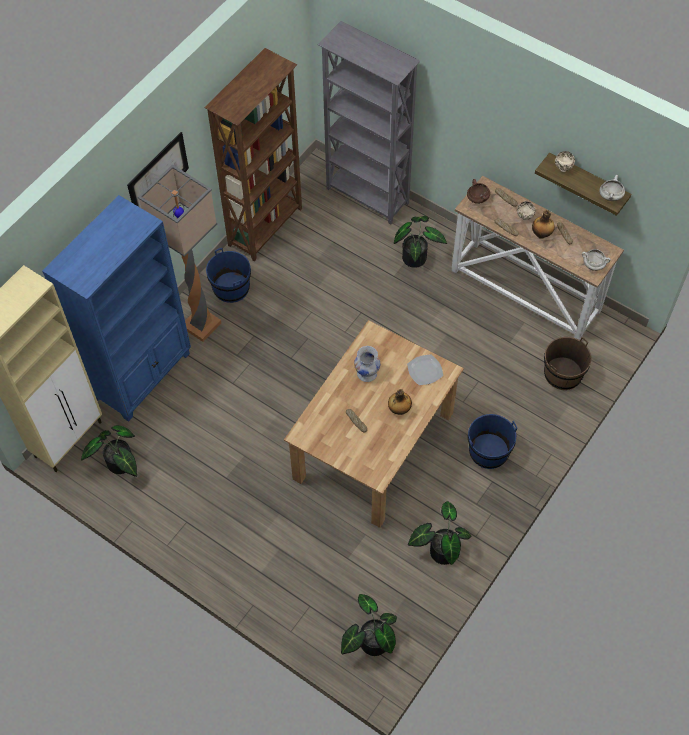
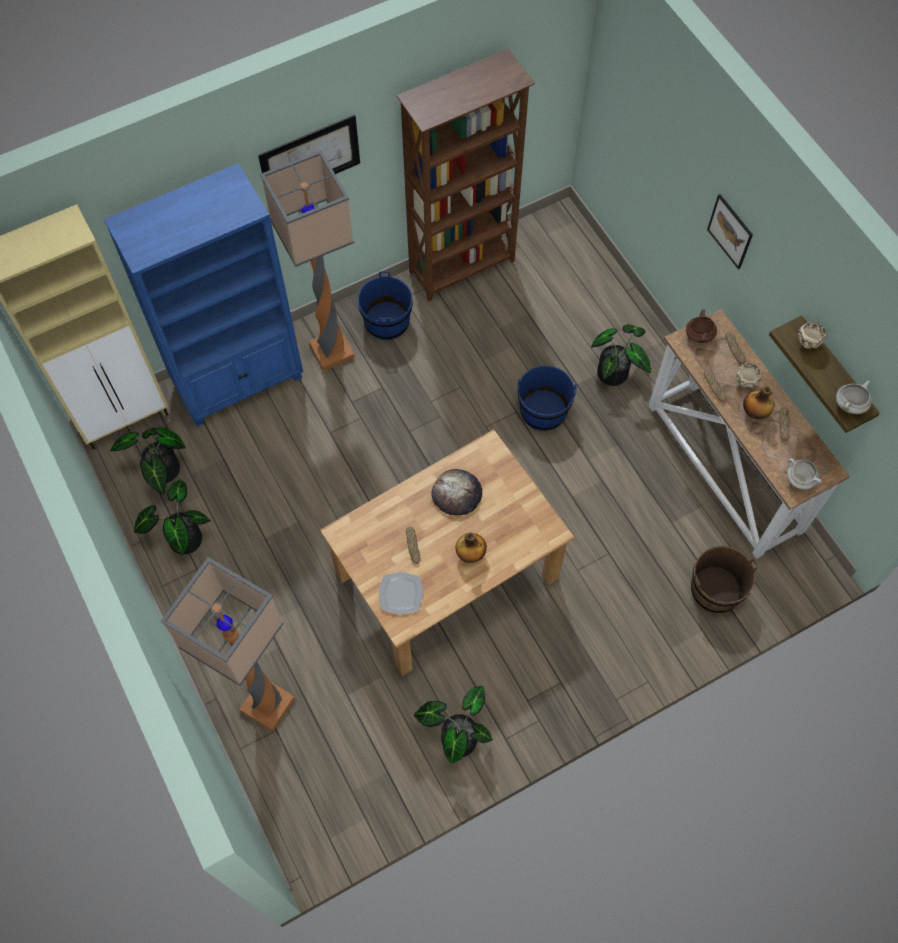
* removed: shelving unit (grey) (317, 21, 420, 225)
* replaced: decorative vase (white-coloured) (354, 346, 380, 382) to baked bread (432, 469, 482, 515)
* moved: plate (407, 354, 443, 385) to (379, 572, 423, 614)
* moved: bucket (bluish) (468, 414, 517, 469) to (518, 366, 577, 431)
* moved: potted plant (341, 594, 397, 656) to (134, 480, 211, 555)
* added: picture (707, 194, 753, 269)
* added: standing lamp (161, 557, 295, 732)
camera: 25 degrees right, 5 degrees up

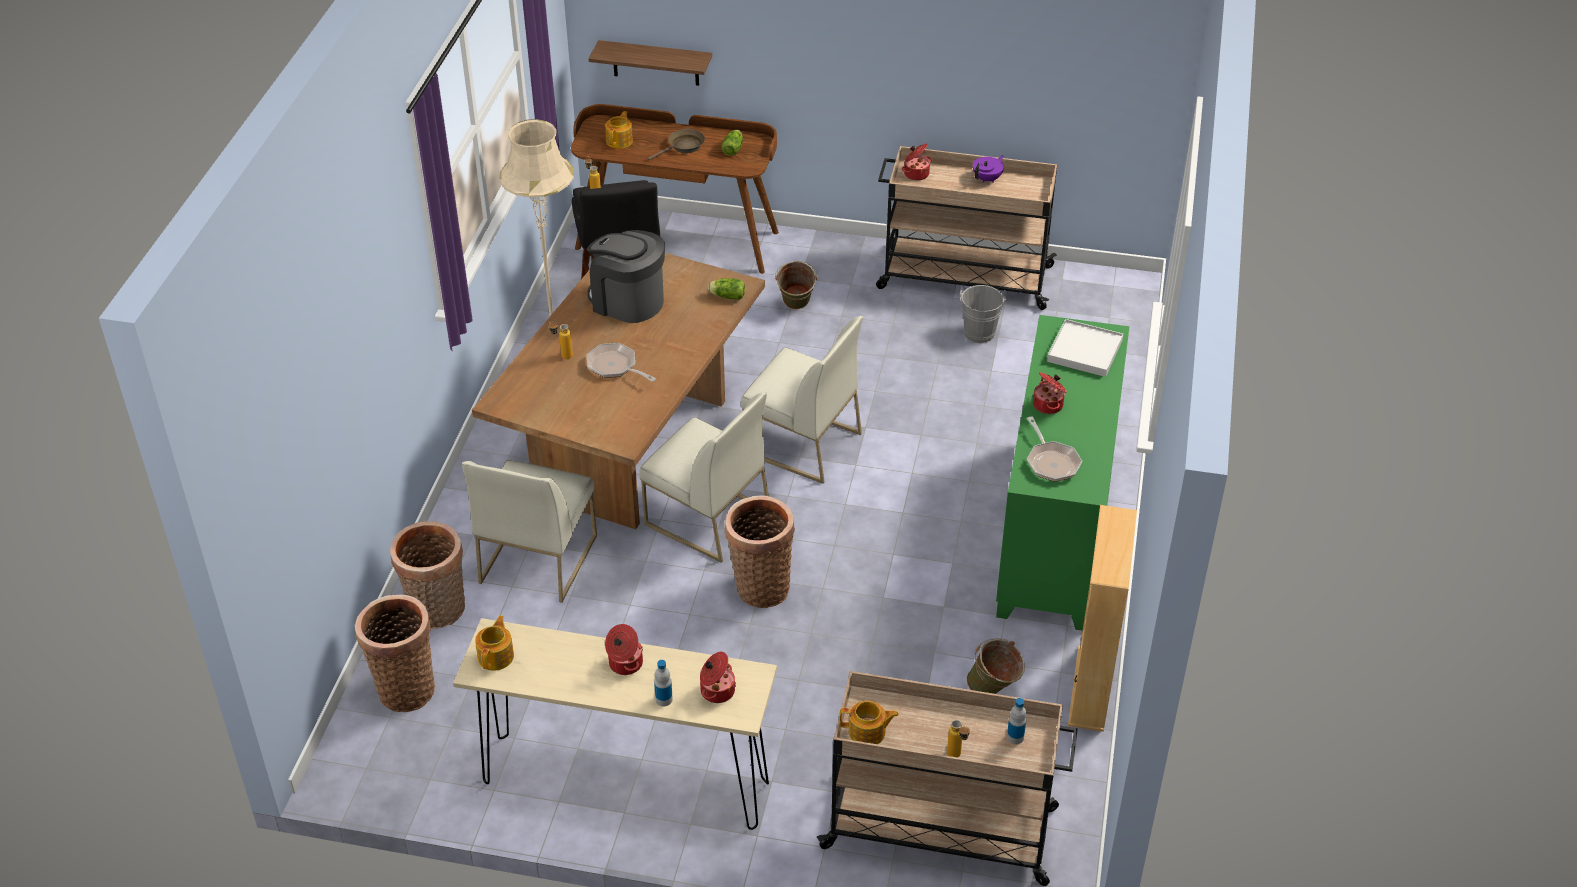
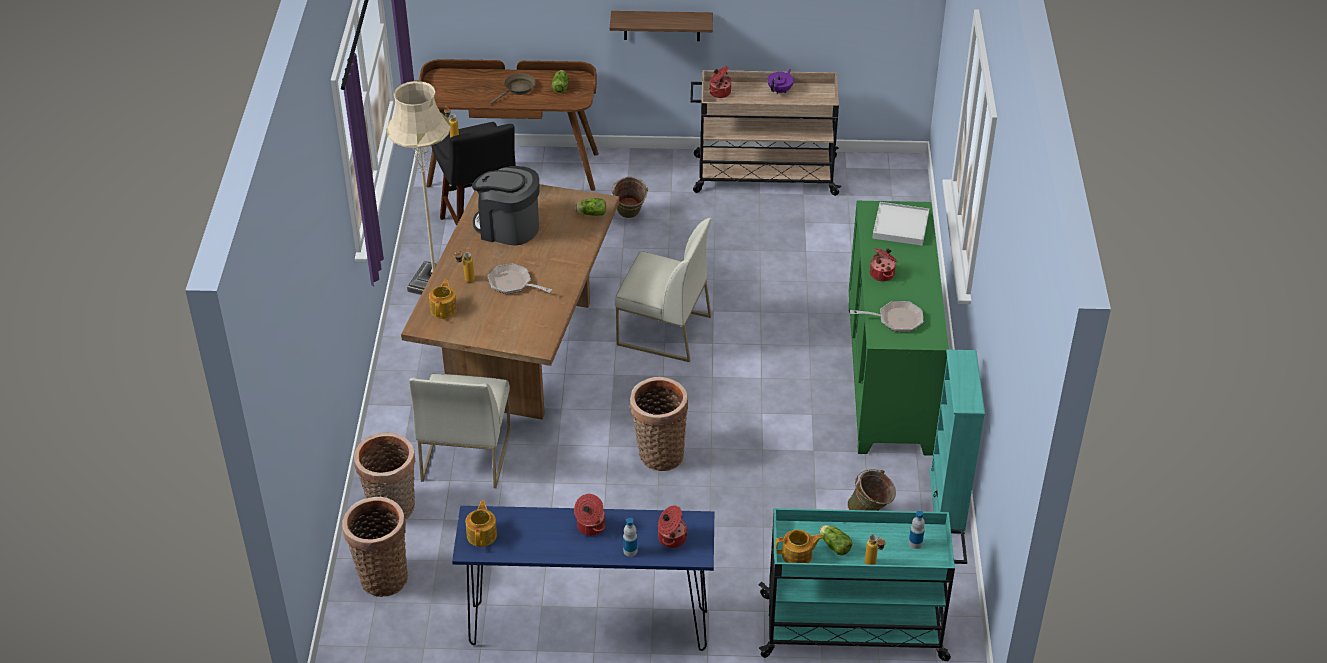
* moved: wall shelf (589, 40, 712, 86) to (610, 11, 713, 41)
* moved: tea pot (605, 111, 633, 149) to (429, 279, 457, 319)
* removed: bucket (grey) (960, 285, 1006, 343)
* removed: plain chair (white-coloured) (639, 392, 769, 562)
* turned: frying pan (1027, 416, 1082, 482) = (850, 301, 923, 332) 60 degrees counterclockwise
* recoloured: shelving unit (beige-coloured) (1068, 505, 1137, 732) to shelving unit (blue-green) (929, 350, 985, 534)
* recoloured: console table (beige-coloured) (453, 618, 777, 830) to console table (bluish) (452, 506, 714, 651)
* recoloured: cart (beige-coloured) (817, 671, 1078, 886) to cart (blue-green) (758, 508, 967, 661)
* added: lettuce (820, 525, 852, 556)
camera: 10 degrees left, 0 degrees up

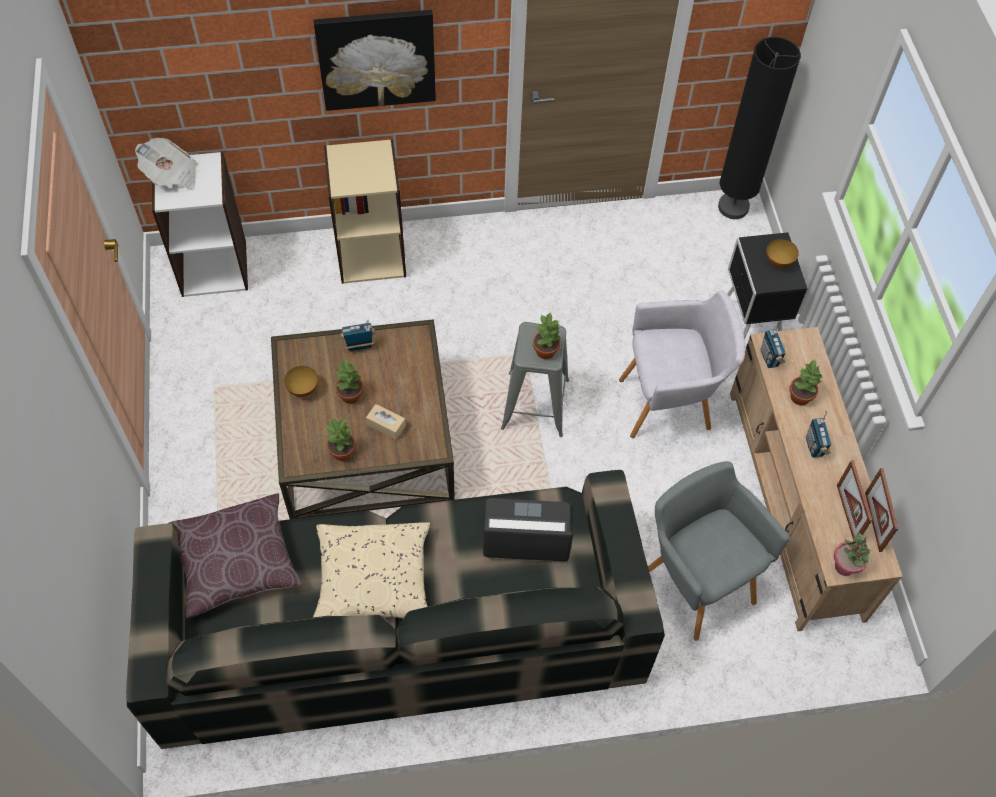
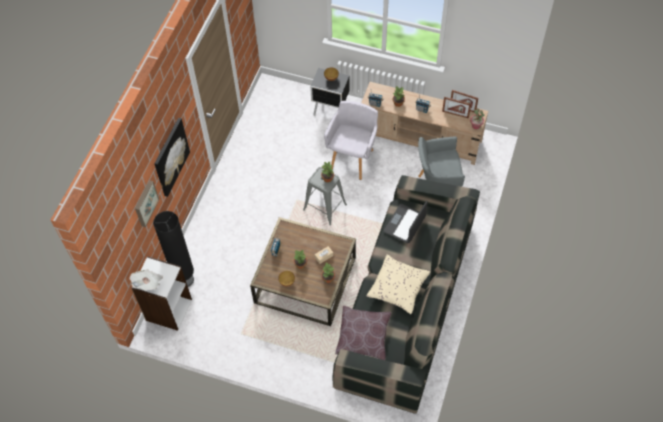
* moved: standing lamp (black) (718, 37, 801, 219) to (153, 211, 194, 287)
* removed: shelving unit (beige-coloured) (324, 139, 406, 284)
* added: picture (135, 180, 159, 227)
camera: 60 degrees left, 0 degrees up

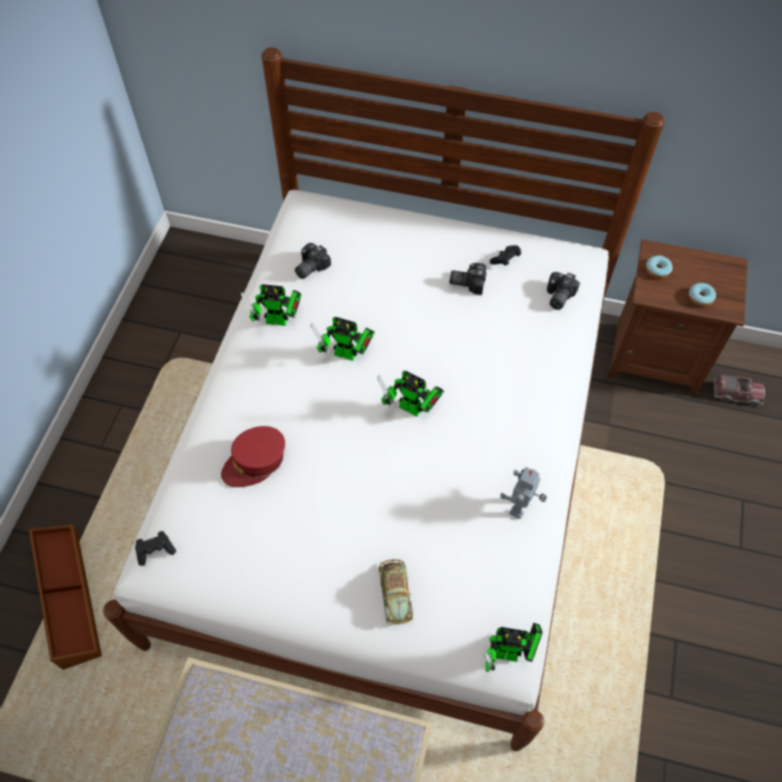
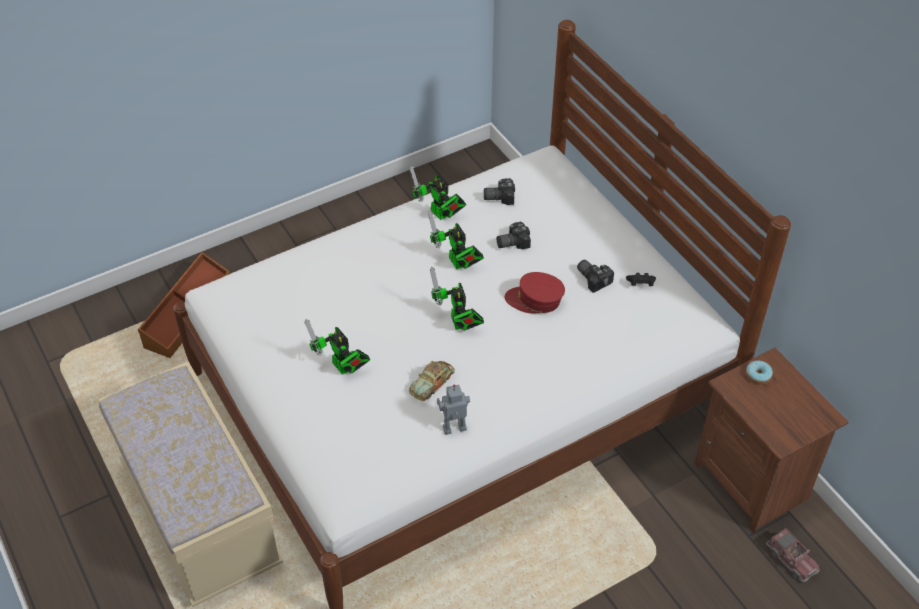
* moved: photo camera (547, 272, 580, 310) to (496, 222, 531, 249)
* removed: donut (688, 283, 716, 306)
* moved: peaked cap (red-coloured) (221, 426, 285, 487) to (505, 272, 565, 313)
* removed: gamepad (black) (135, 531, 176, 566)
* moved: miniature car (379, 559, 413, 625) to (409, 361, 455, 401)
* moved: model robot (484, 623, 543, 672) to (305, 319, 370, 375)
camera: 45 degrees right, 10 degrees down

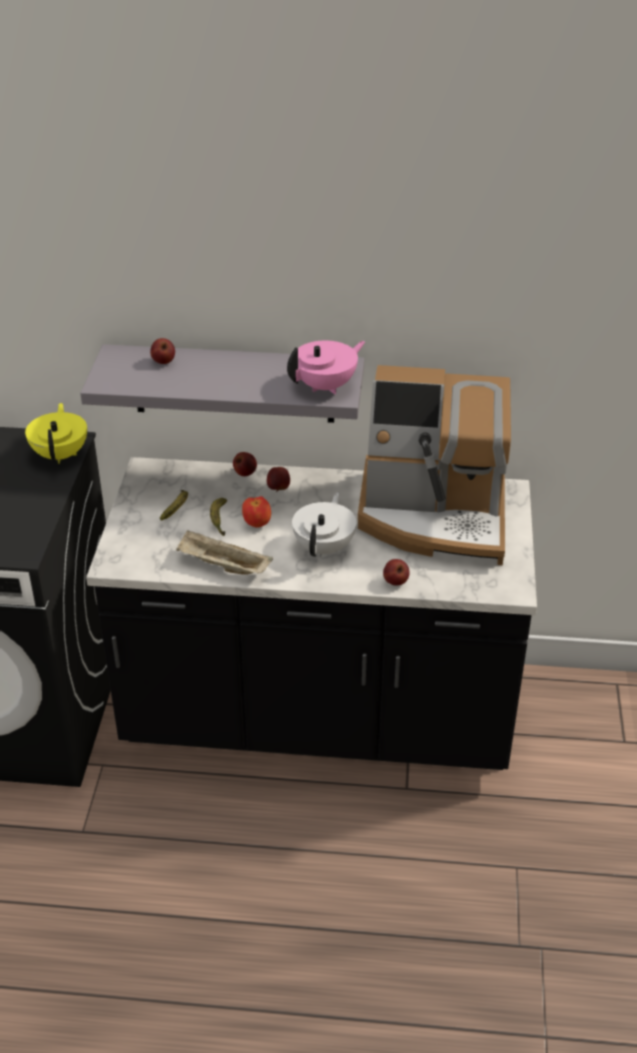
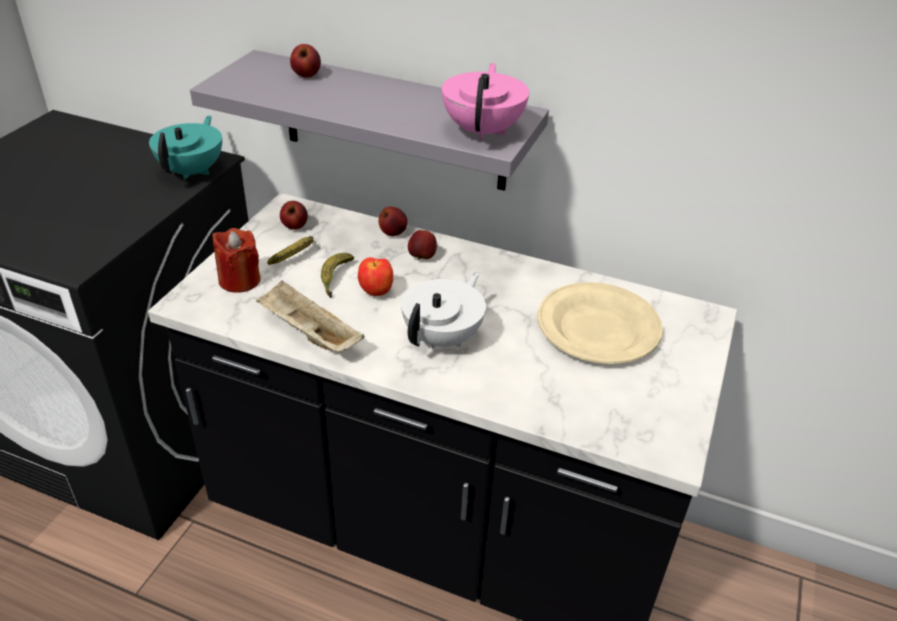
* turned: tea pot (pinkish) (287, 341, 365, 394) = (442, 63, 529, 141) 60 degrees counterclockwise
* replaced: coffee maker (358, 365, 511, 565) to plate (beige-coloured) (537, 282, 663, 364)
* recoloured: tea pot (yellow-coloured) (25, 403, 87, 464) to tea pot (blue-green) (149, 116, 222, 180)
* moved: whole apple (383, 559, 410, 586) to (280, 201, 308, 230)
* added: wax light (red-coloured) (212, 228, 260, 293)
camera: 15 degrees right, 0 degrees up

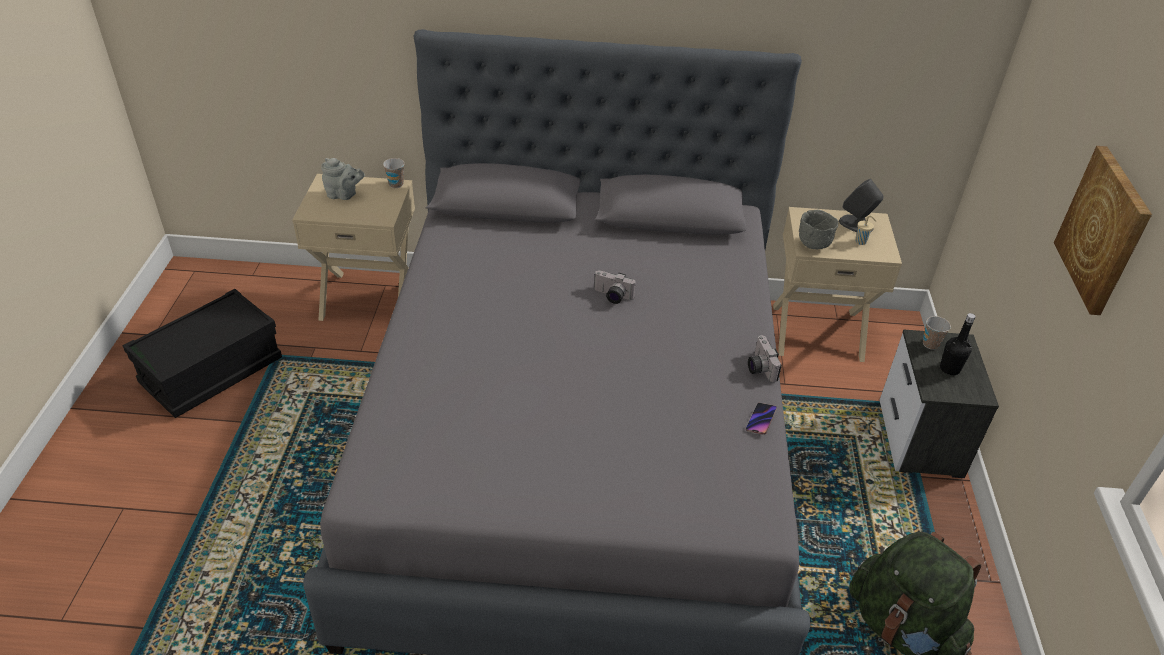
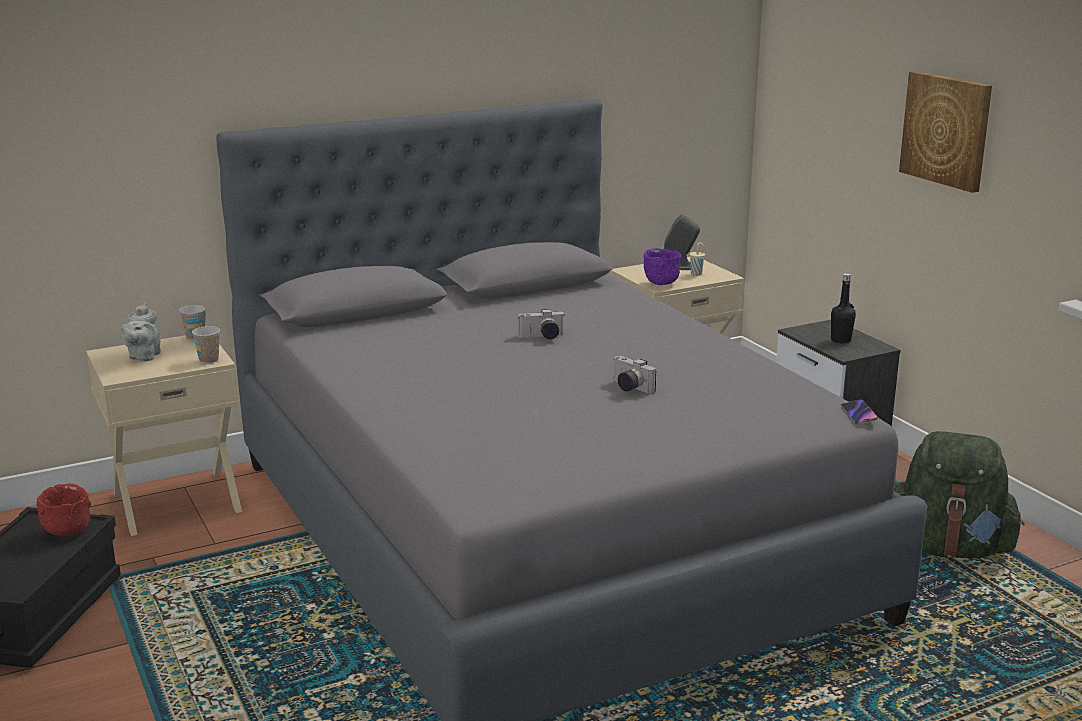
* turned: tea pot (grey) (321, 158, 365, 200) = (120, 303, 161, 362) 120 degrees clockwise
* recoloured: deep dish (grey) (799, 209, 838, 250) to deep dish (purple) (643, 248, 681, 285)
* moved: drinking cup (923, 316, 951, 350) to (192, 326, 220, 364)
* moved: photo camera (748, 335, 782, 382) to (613, 356, 656, 393)
* moved: handset (746, 403, 777, 435) to (841, 399, 878, 424)
* added: deep dish (red-coloured) (37, 483, 91, 536)
camera: 30 degrees left, 20 degrees down

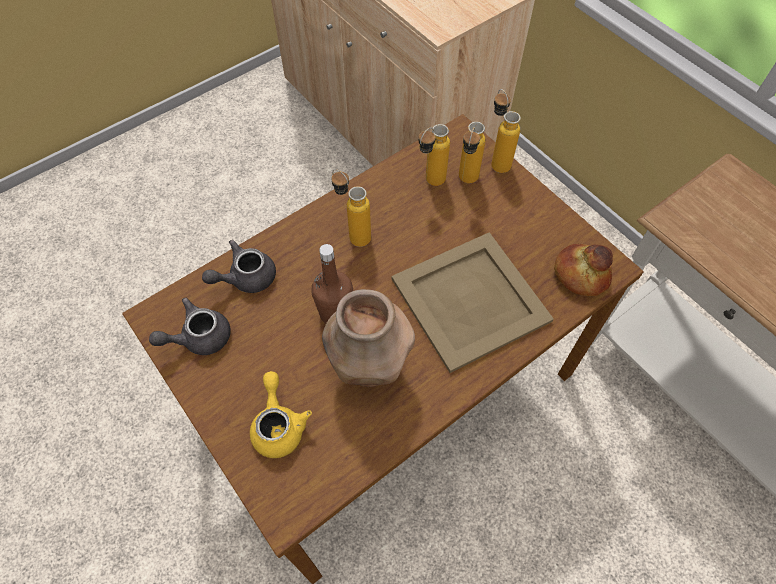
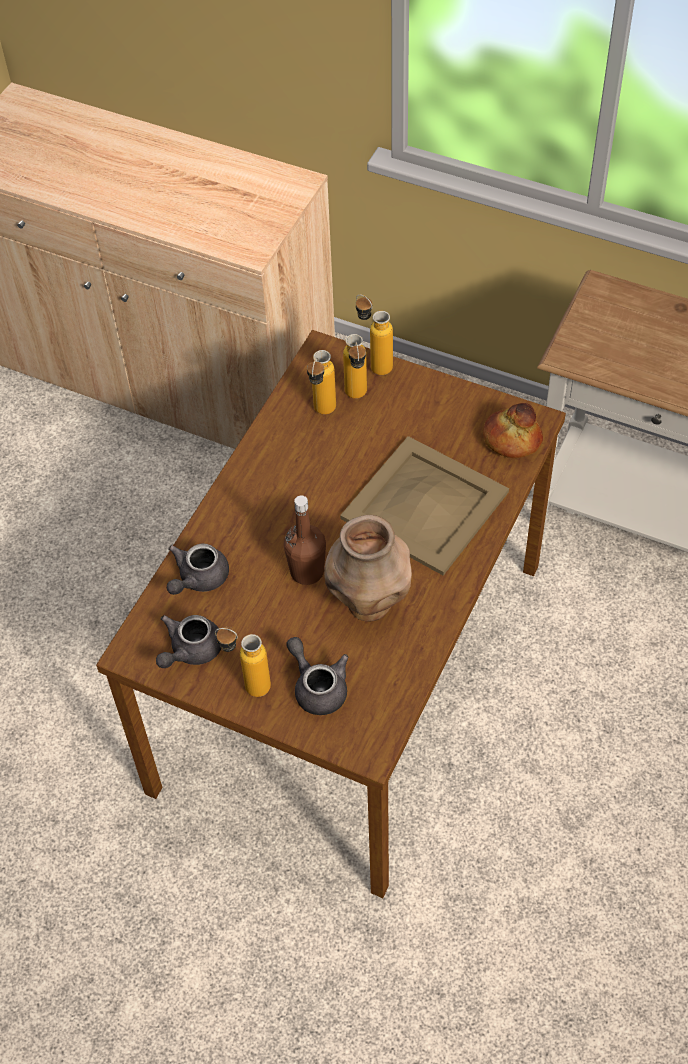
* moved: drink bottle (332, 169, 371, 247) to (215, 627, 271, 697)
* recoloured: tea pot (yellow-coloured) (250, 371, 312, 458) to tea pot (grey) (286, 637, 349, 715)
camera: 25 degrees left, 5 degrees down

